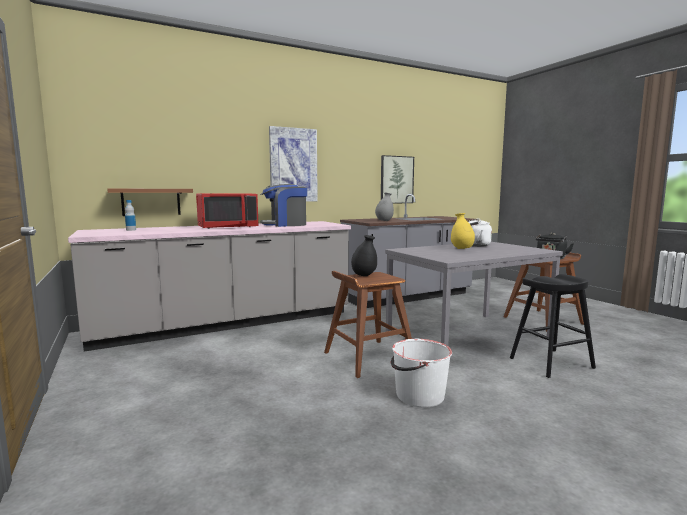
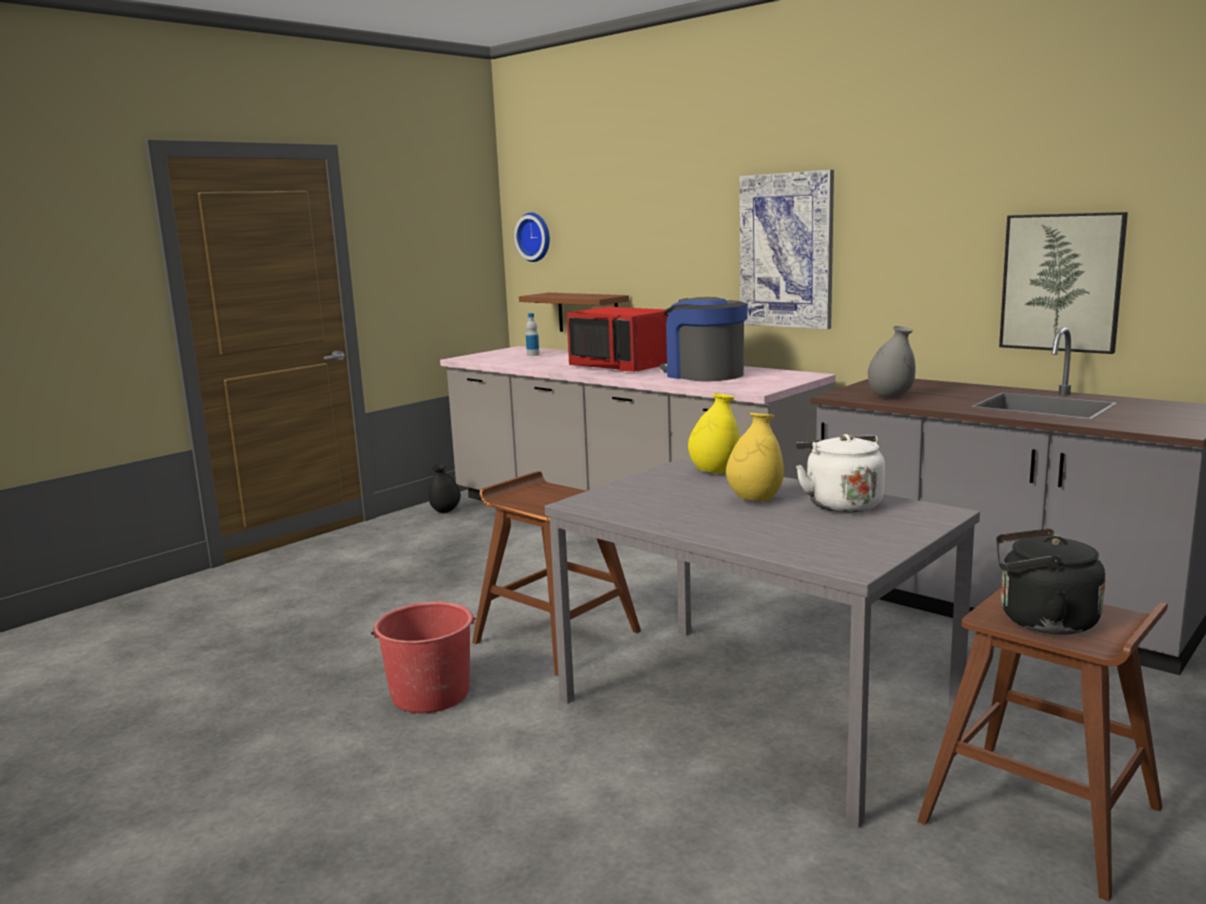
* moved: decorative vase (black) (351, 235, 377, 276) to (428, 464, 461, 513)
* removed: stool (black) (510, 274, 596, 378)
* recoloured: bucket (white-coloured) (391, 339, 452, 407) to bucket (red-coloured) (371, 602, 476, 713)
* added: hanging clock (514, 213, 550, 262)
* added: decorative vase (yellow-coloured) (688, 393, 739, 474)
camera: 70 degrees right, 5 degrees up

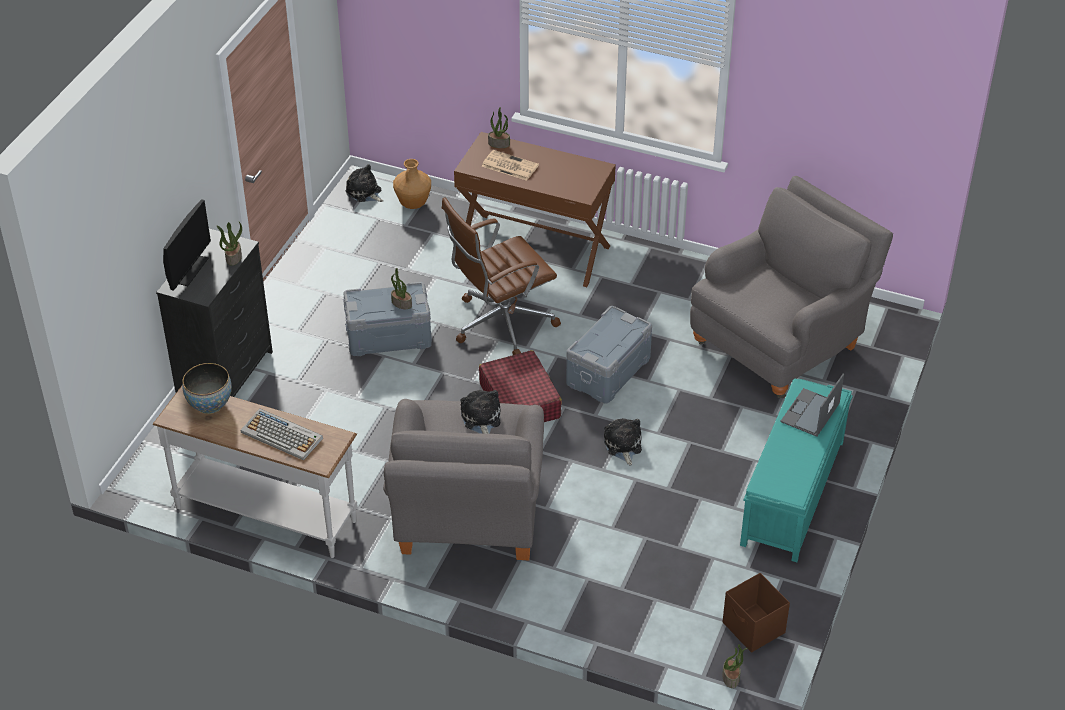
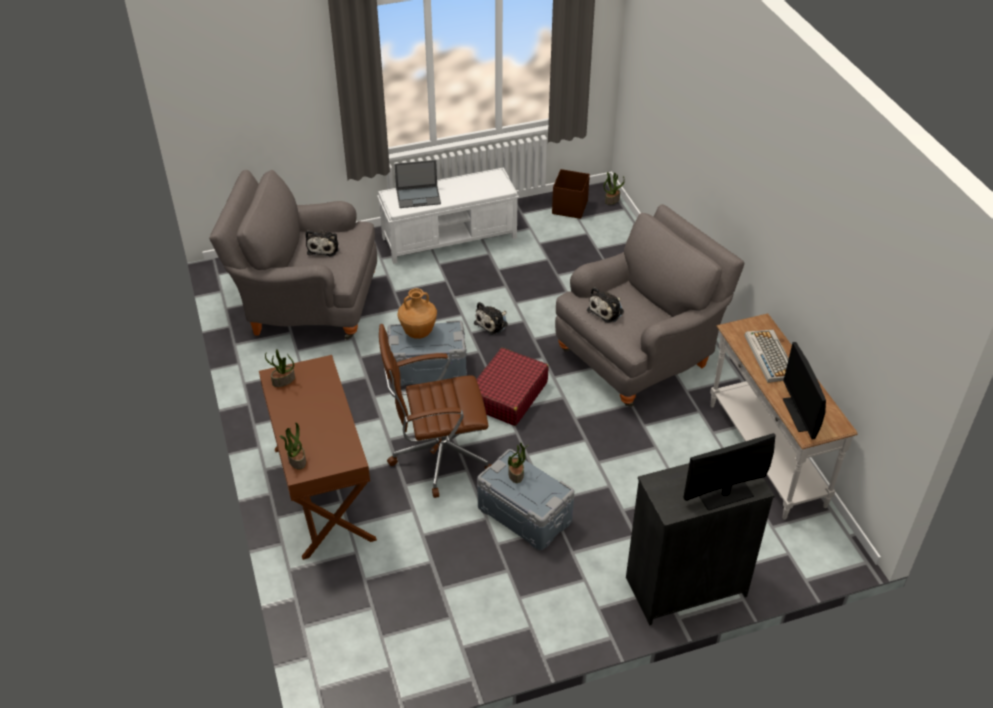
* removed: newspaper (482, 150, 539, 181)
* moved: decorative vase (brownish) (393, 159, 431, 209) to (397, 288, 437, 339)
* moved: soft toy (345, 164, 383, 202) to (305, 230, 339, 257)
* turned: office chair (brownish) (442, 198, 561, 355) = (379, 324, 492, 498) 150 degrees clockwise
* moved: potted plant (217, 222, 242, 266) to (265, 349, 295, 387)
* replaced: deep dish (182, 363, 232, 414) to monitor (783, 342, 826, 439)
* recoloured: indoor bench (blue-green) (740, 379, 853, 562) to indoor bench (white-coloured) (377, 168, 519, 264)
camera: 130 degrees left, 0 degrees up

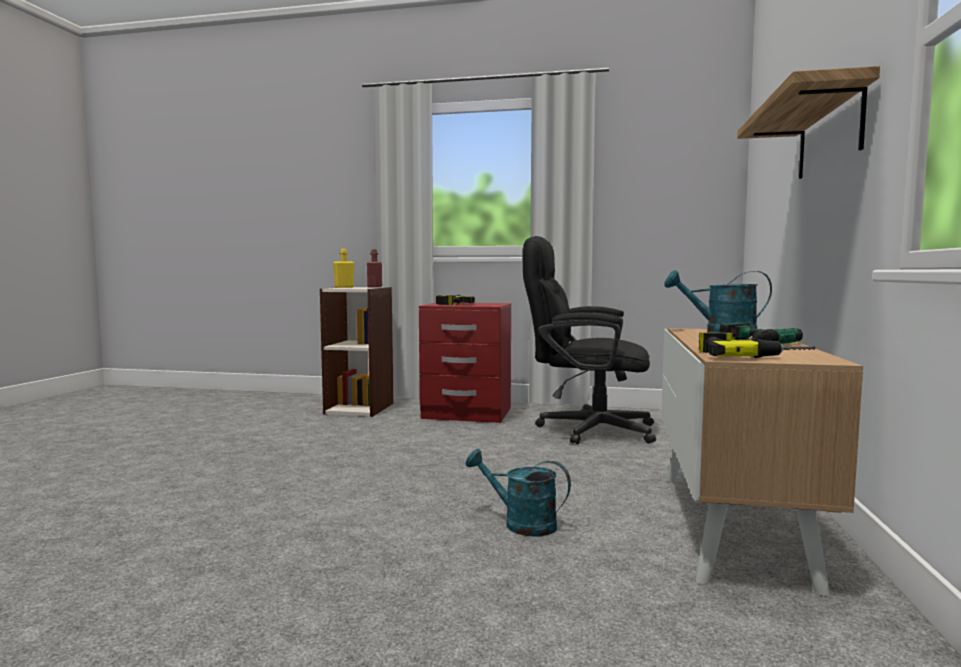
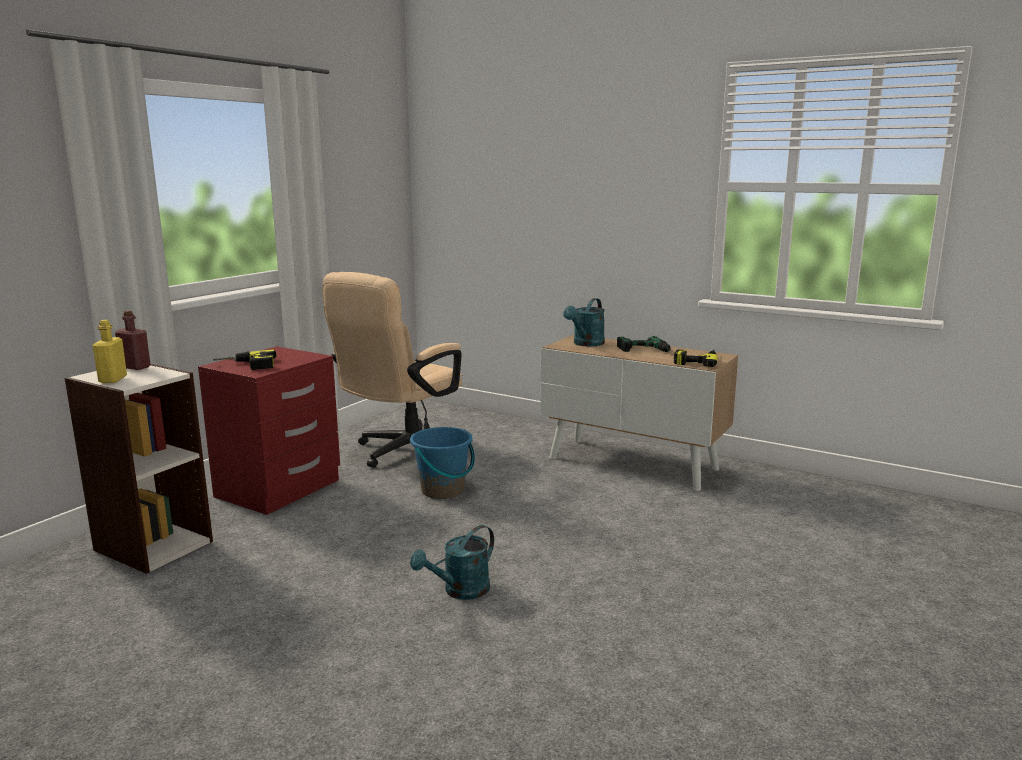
* removed: wall shelf (737, 66, 880, 179)
* recoloured: office chair (black) (522, 236, 656, 444) to office chair (beige-coloured) (322, 272, 464, 468)
* moved: watering pot (blue-green) (466, 449, 571, 537) to (410, 525, 494, 600)
* added: bucket (bluish) (410, 427, 475, 499)
camera: 70 degrees left, 10 degrees up

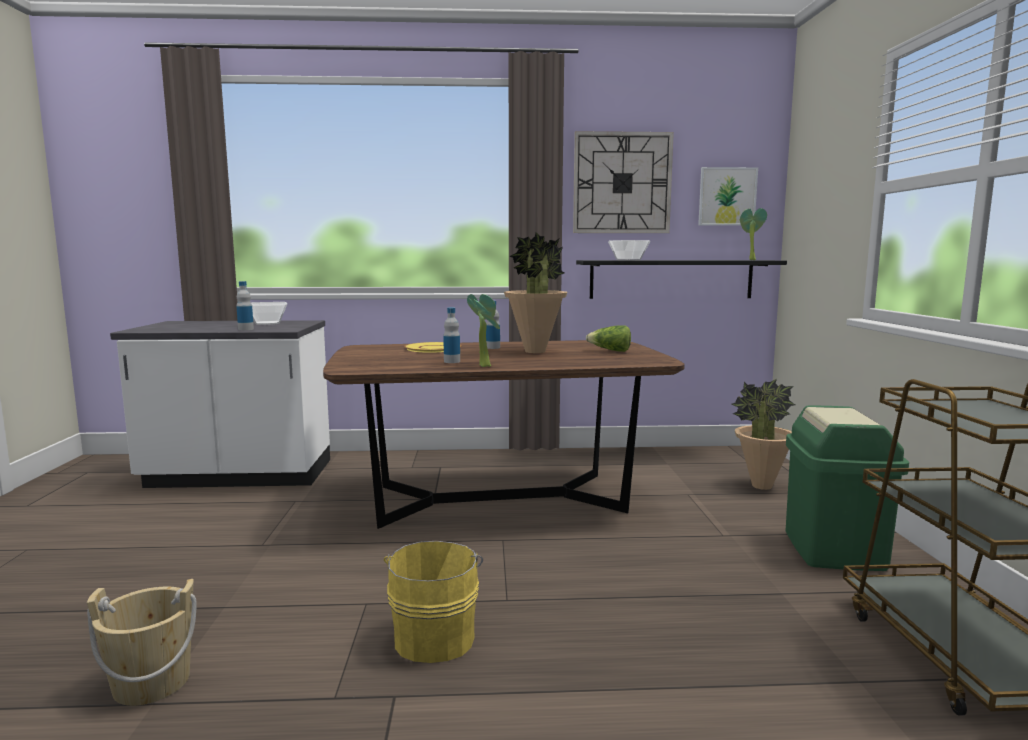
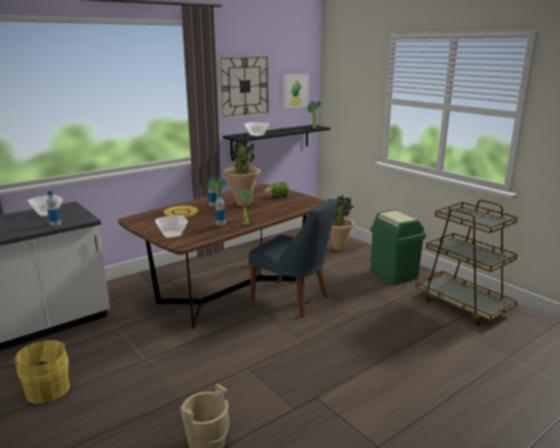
* moved: bucket (yellow-coloured) (383, 541, 483, 663) to (11, 340, 70, 404)
* added: plain chair (bluish) (249, 199, 337, 318)
* added: deep dish (155, 215, 188, 238)
camera: 35 degrees left, 10 degrees up

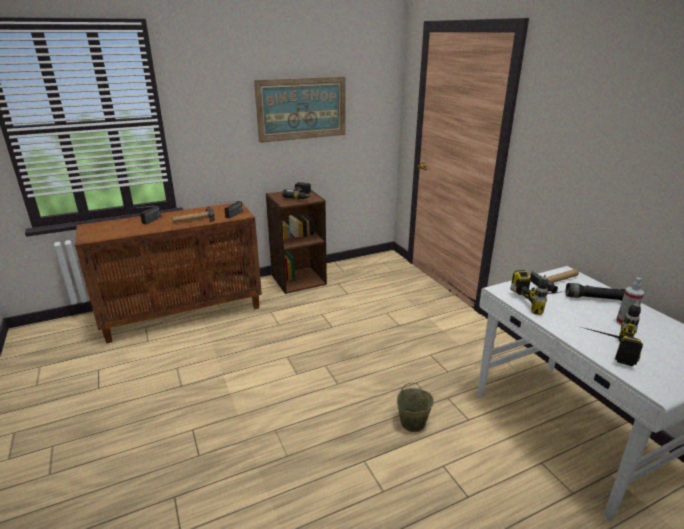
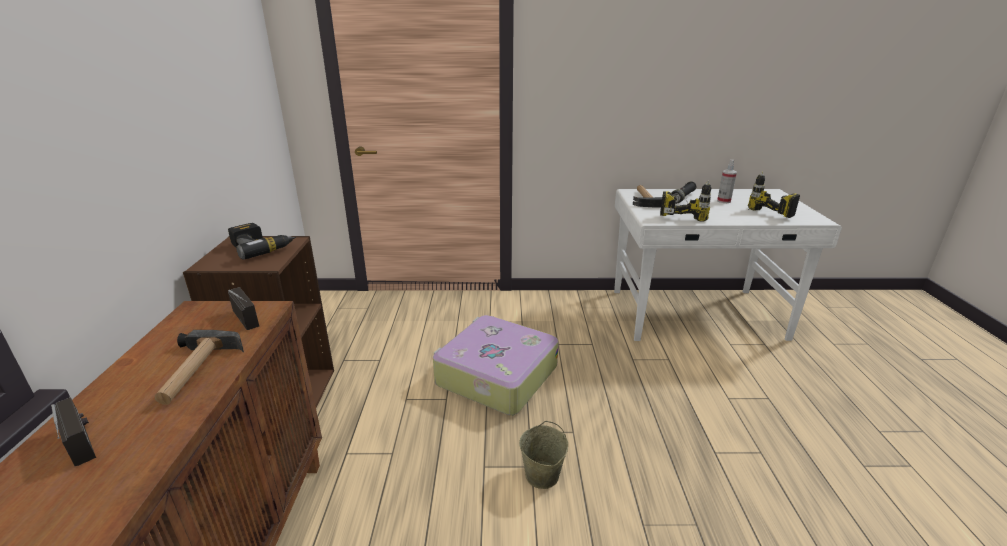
* removed: picture (254, 76, 346, 143)
* moved: bucket (beige-coloured) (397, 383, 434, 432) to (519, 421, 568, 489)
* added: travel case (433, 315, 559, 415)
camera: 65 degrees left, 0 degrees up

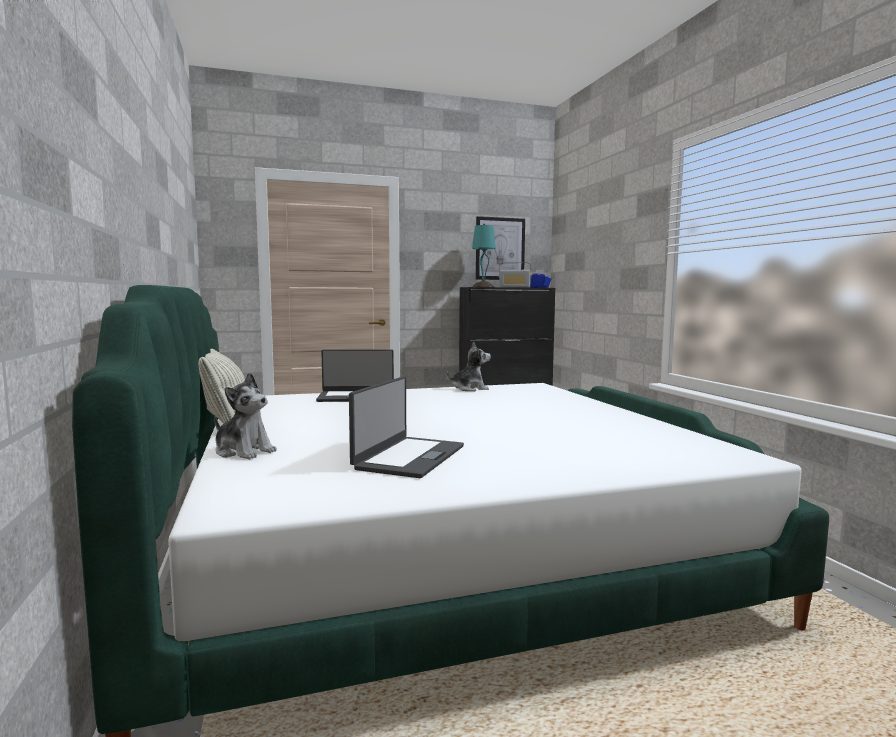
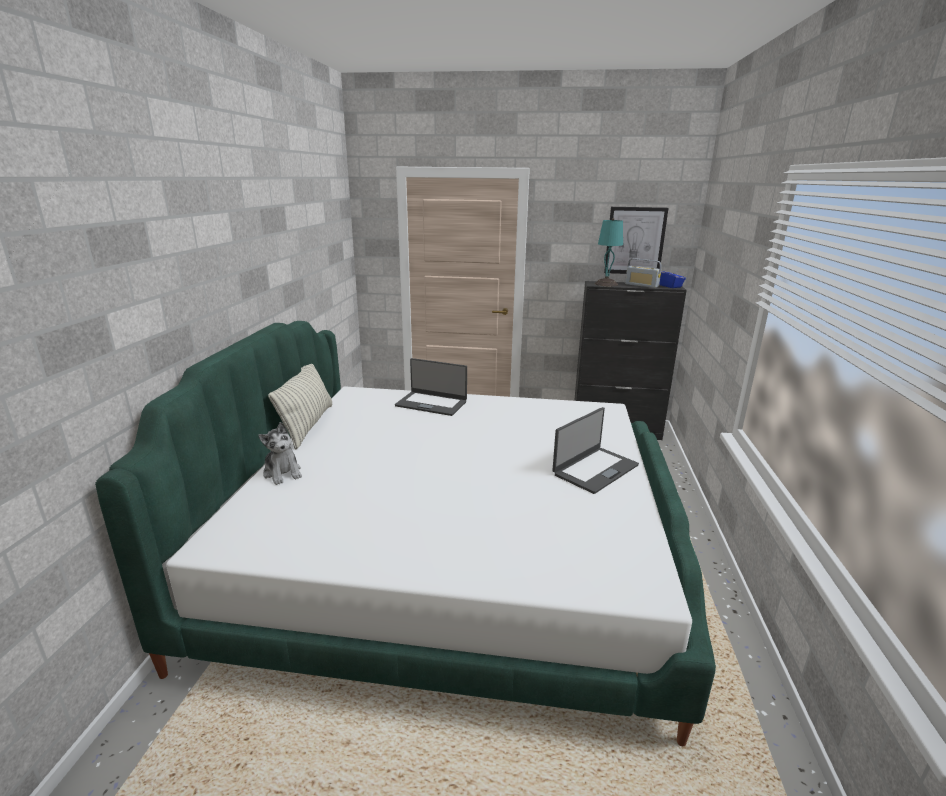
* removed: soft toy (446, 341, 491, 391)
* moved: laptop (349, 376, 464, 478) to (552, 407, 639, 494)
camera: 25 degrees right, 15 degrees up

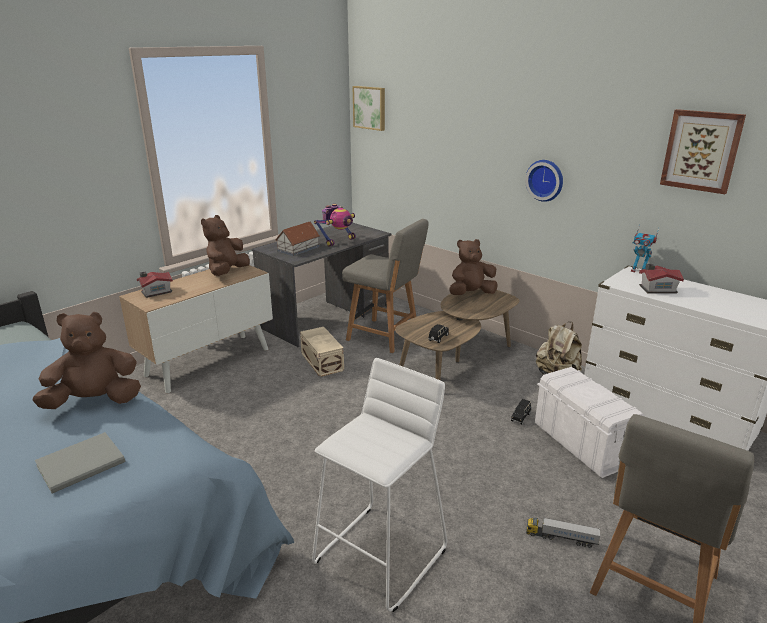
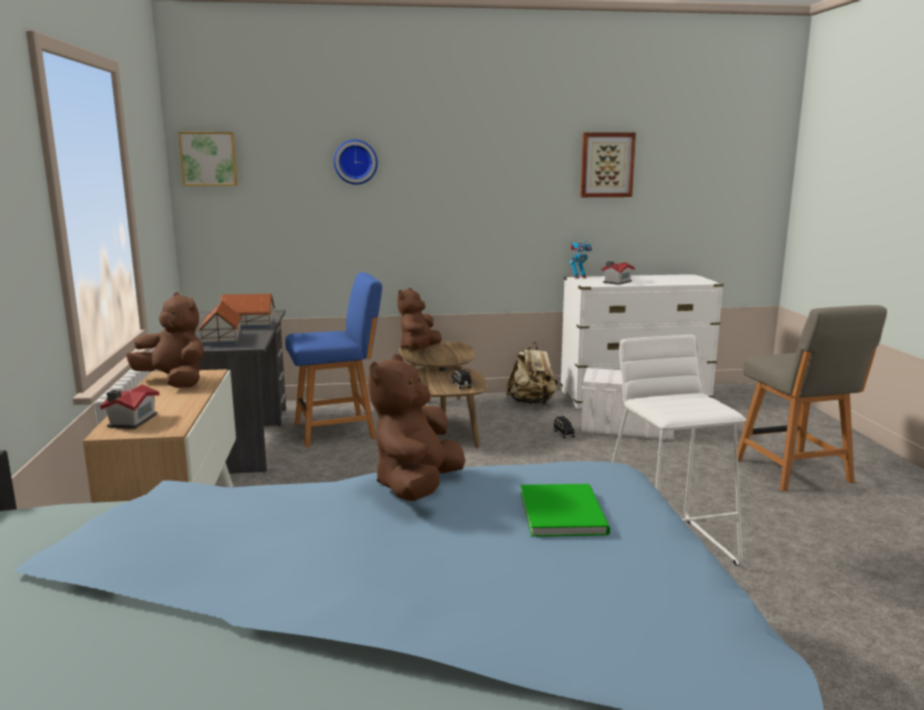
* moved: hanging clock (525, 160, 563, 202) to (334, 140, 378, 185)
* replaced: model robot (314, 204, 356, 247) to toy house (221, 293, 275, 329)
* turned: soft toy (brownish) (201, 215, 250, 276) = (126, 292, 204, 388) 150 degrees clockwise
* recoloured: plain chair (grey) (342, 219, 429, 353) to plain chair (bluish) (285, 272, 382, 448)
* removed: storage container (beige-coloured) (300, 327, 344, 377)
* recoloured: bound book (grey) (35, 432, 125, 493) to bound book (green-coloured) (520, 484, 610, 537)
* removed: toy truck (526, 517, 600, 548)
camera: 50 degrees left, 10 degrees down

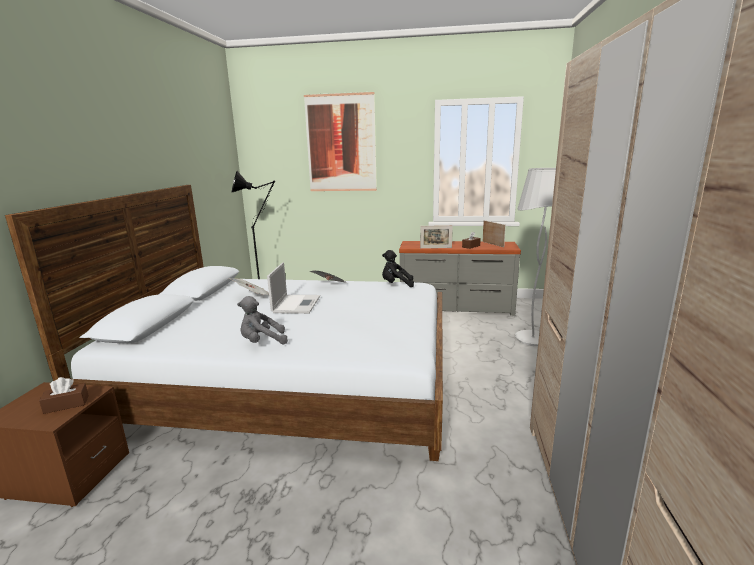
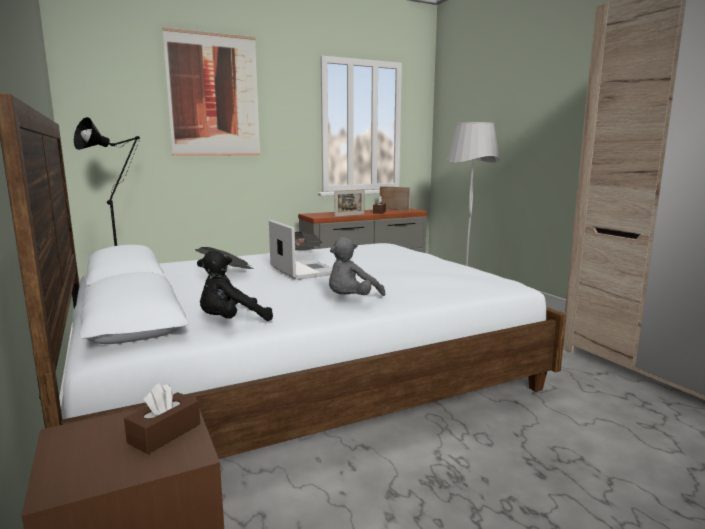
* moved: soft toy (black) (382, 250, 414, 287) to (197, 250, 273, 321)
camera: 35 degrees left, 5 degrees down

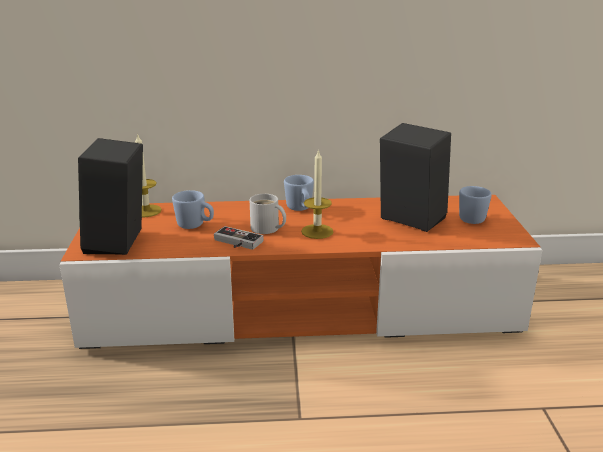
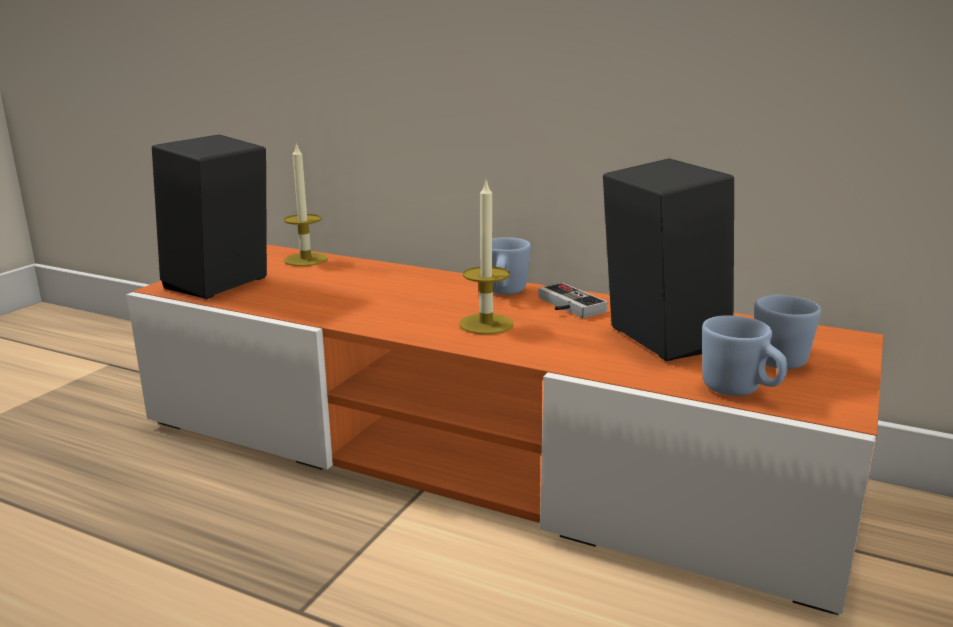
* moved: mug (bluish) (172, 190, 214, 229) to (702, 315, 788, 396)
* removed: mug (white-coloured) (250, 194, 286, 234)
* moved: gamepad (214, 226, 263, 250) to (538, 283, 608, 318)
camera: 30 degrees right, 5 degrees down

